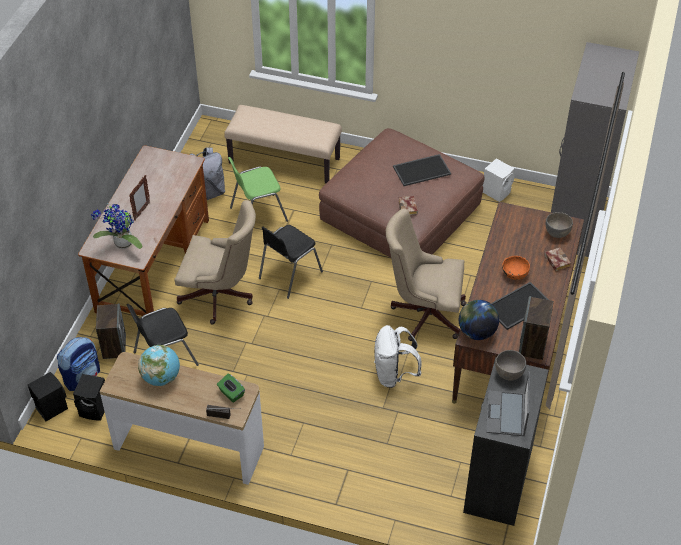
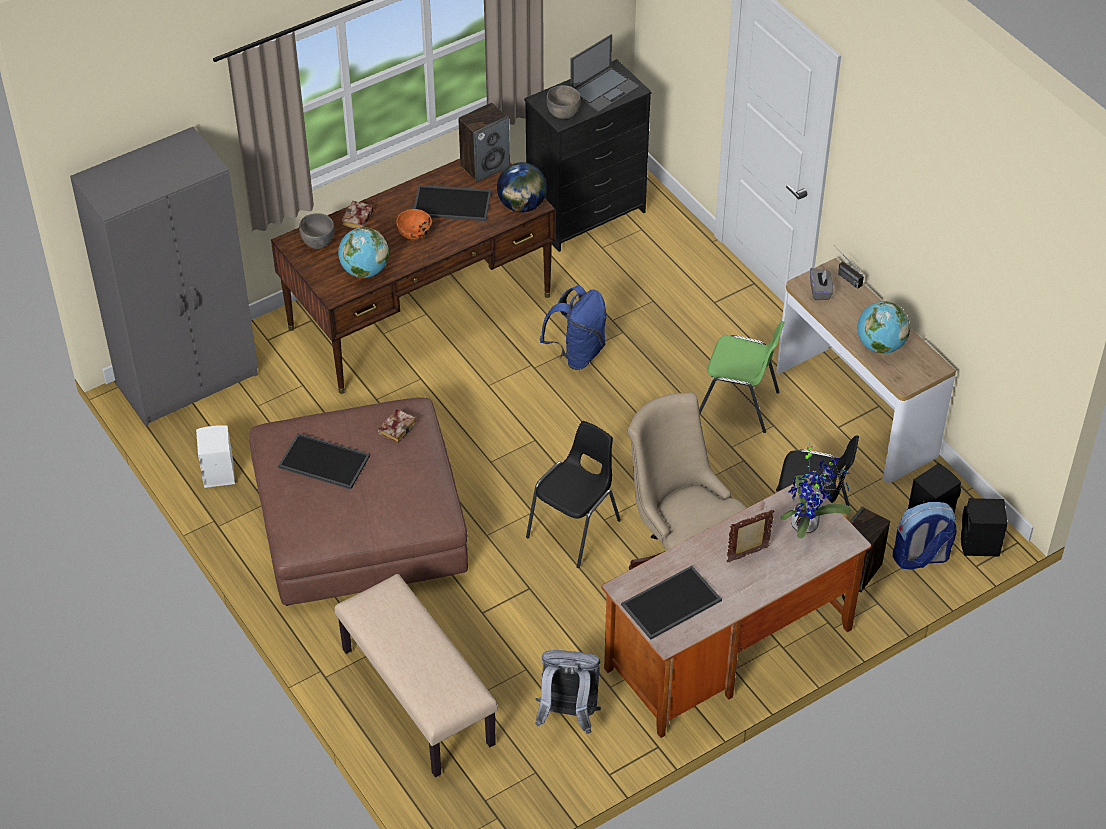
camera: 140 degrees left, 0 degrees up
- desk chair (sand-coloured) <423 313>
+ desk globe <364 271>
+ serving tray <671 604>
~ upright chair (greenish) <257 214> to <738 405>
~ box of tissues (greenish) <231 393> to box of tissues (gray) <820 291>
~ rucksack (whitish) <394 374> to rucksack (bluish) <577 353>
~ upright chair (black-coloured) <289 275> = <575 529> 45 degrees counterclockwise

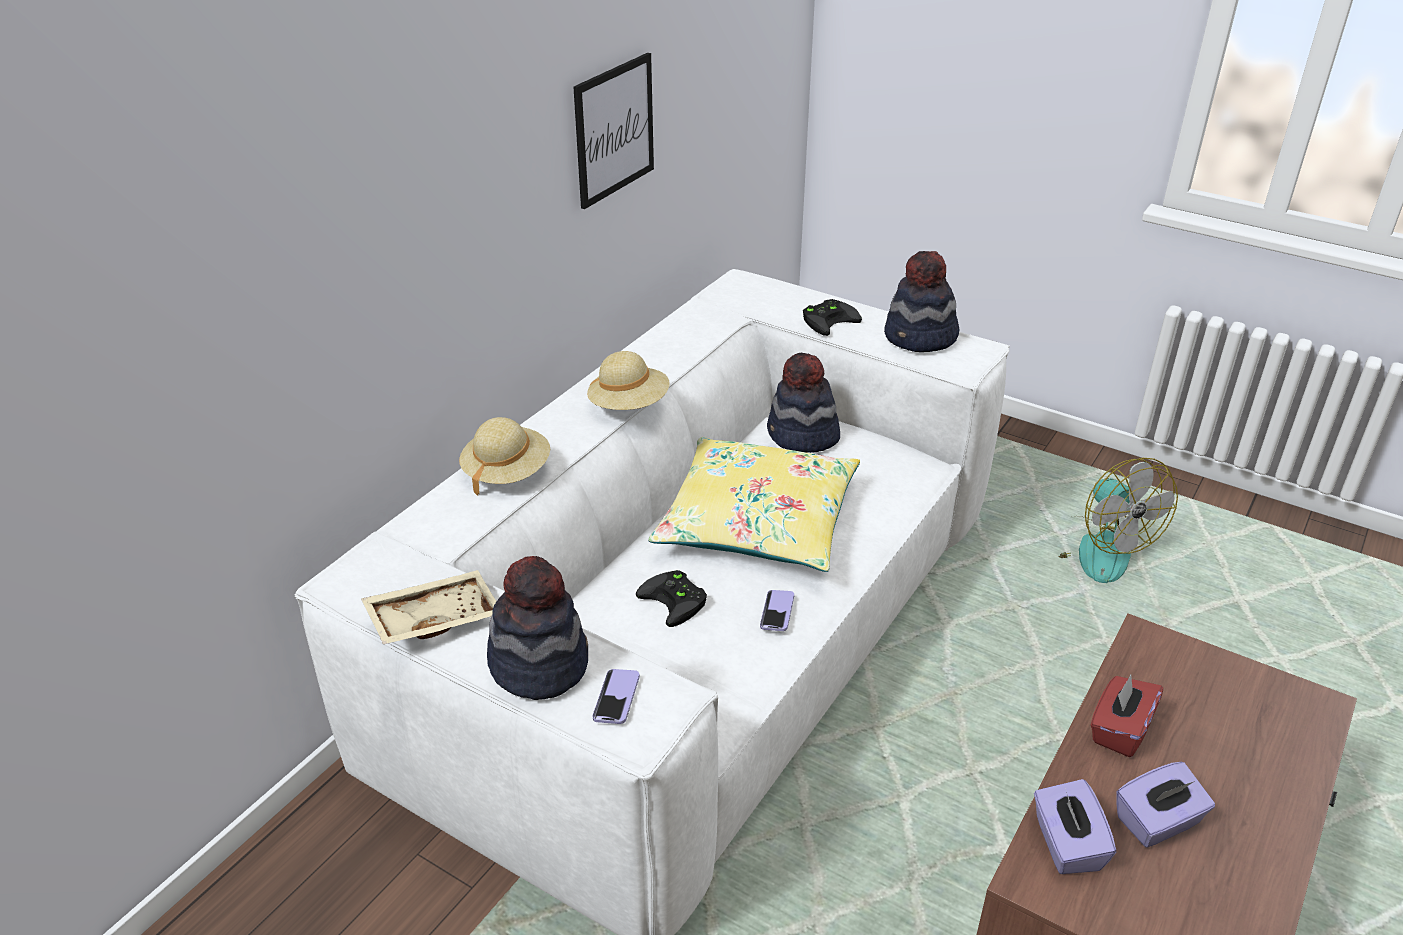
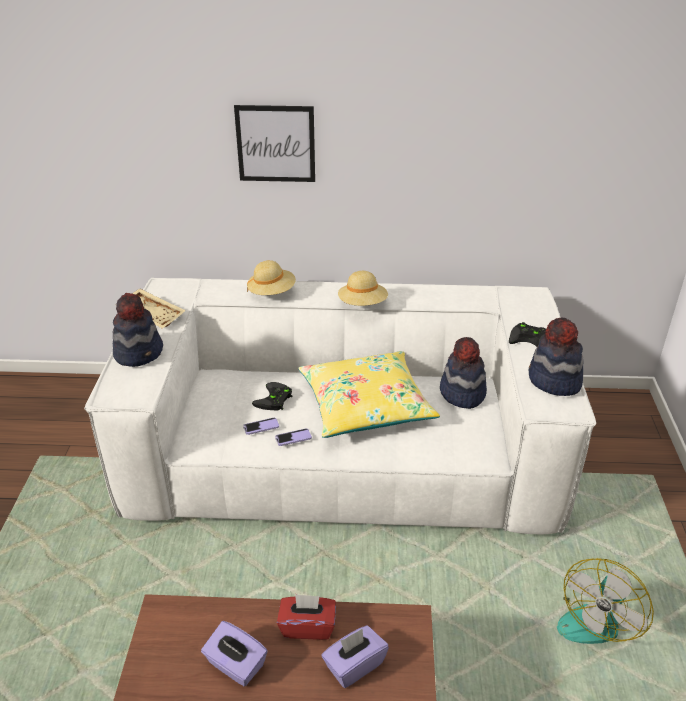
camera: 60 degrees right, 0 degrees up
~ wall picture <614 130> to <275 144>
~ telephone <616 698> to <261 427>
~ box of tissues (purplish) <1066 845> to <354 665>

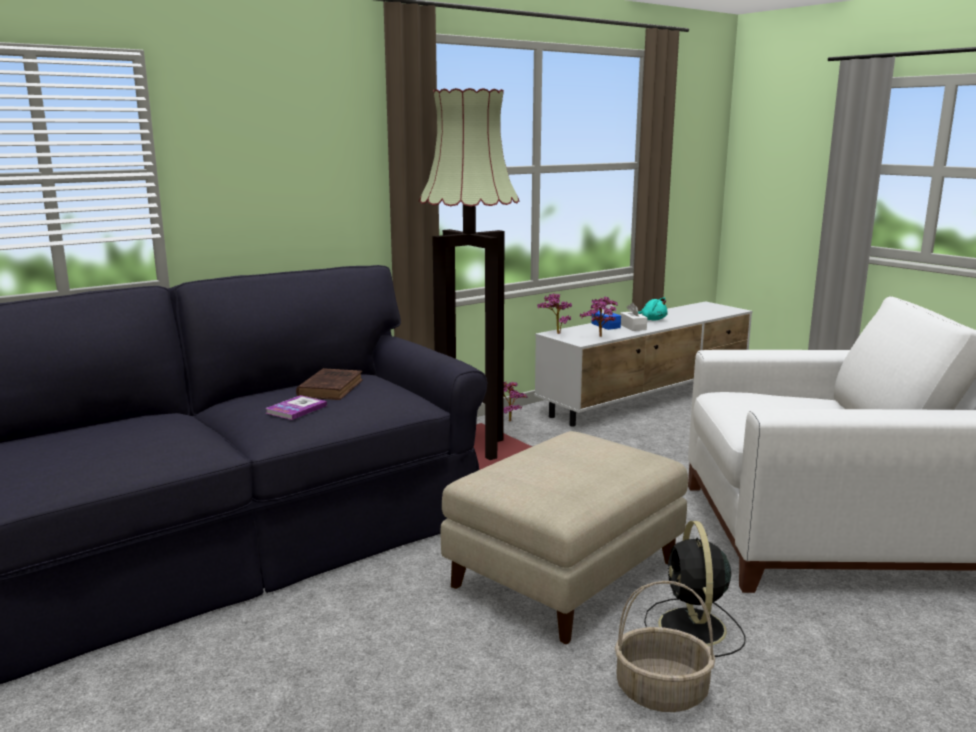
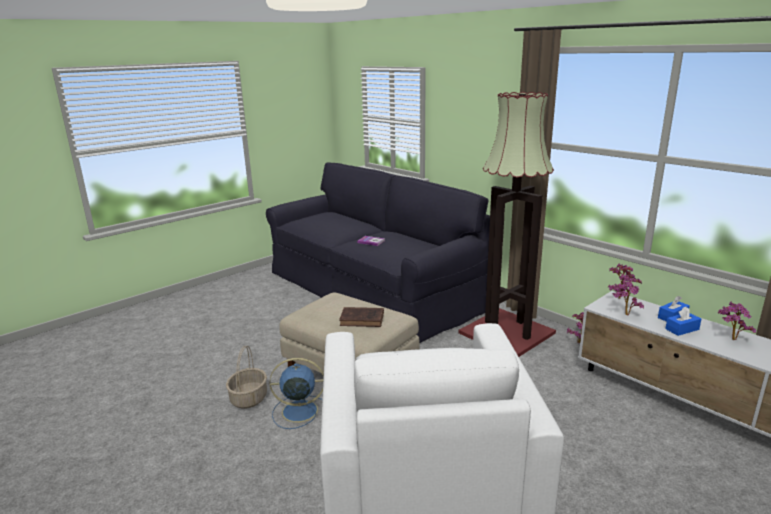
camera: 85 degrees right, 5 degrees up
~ book (brown) <331 388> to <363 319>
~ plush toy (turquoise-coloured) <652 319> to plant in a pot <730 340>
~ box of tissues (whitish) <633 327> to box of tissues (bluish) <682 329>
~ fan (black-coloured) <692 629> to fan (bluish) <298 411>

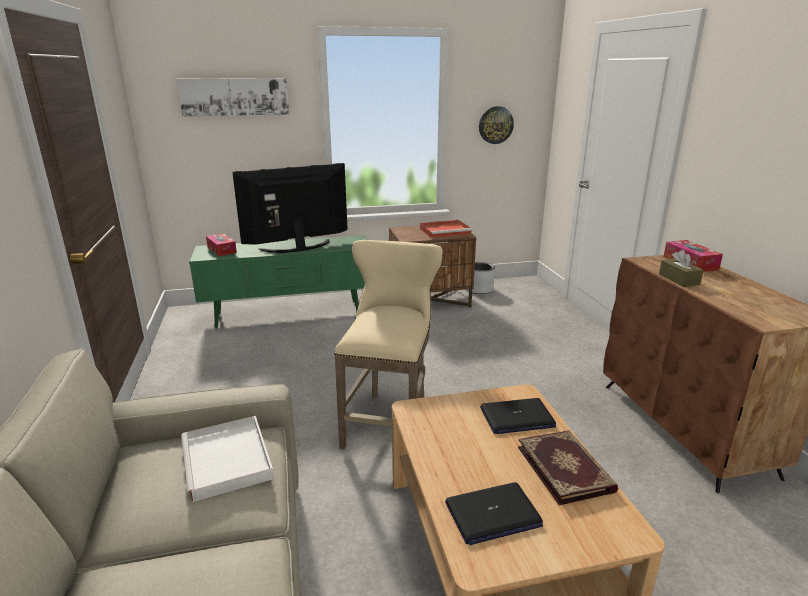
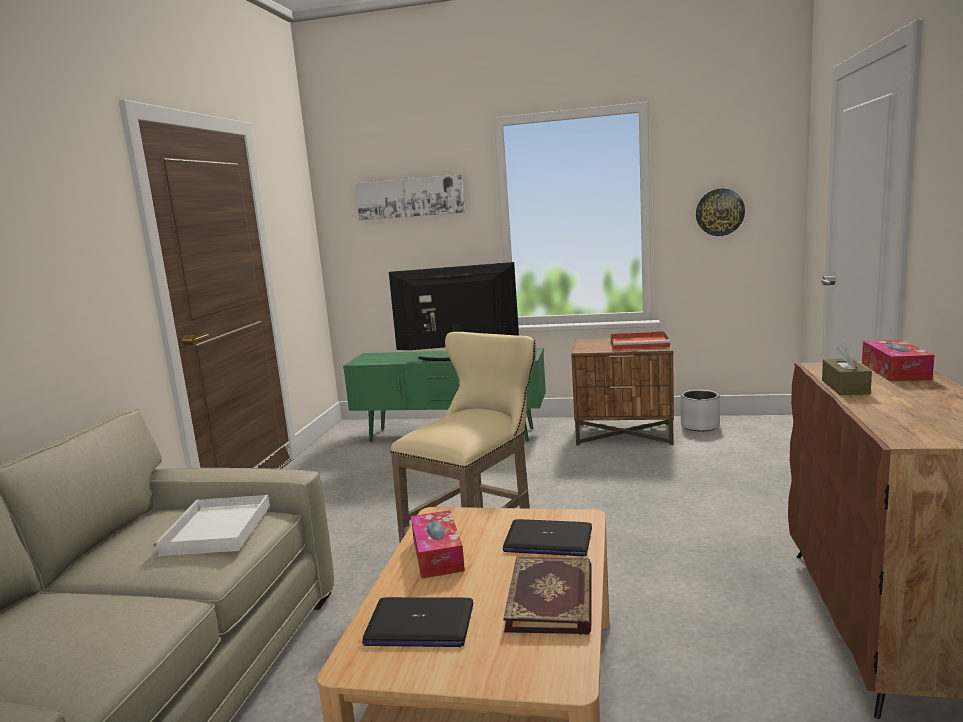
camera: 25 degrees right, 10 degrees down
~ box of tissues <221 250> to <437 554>

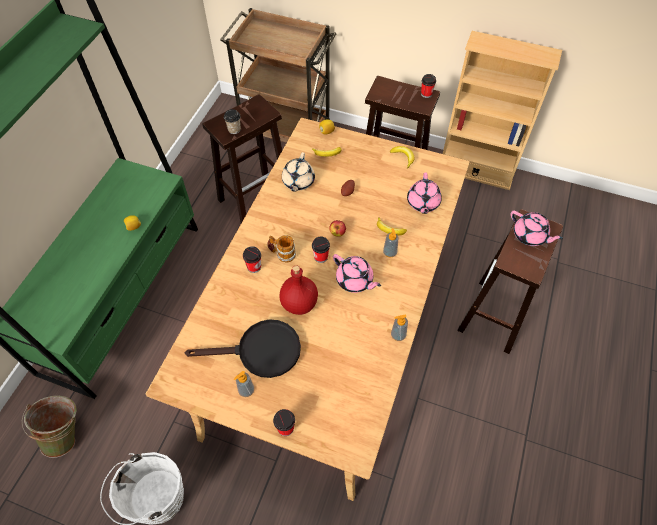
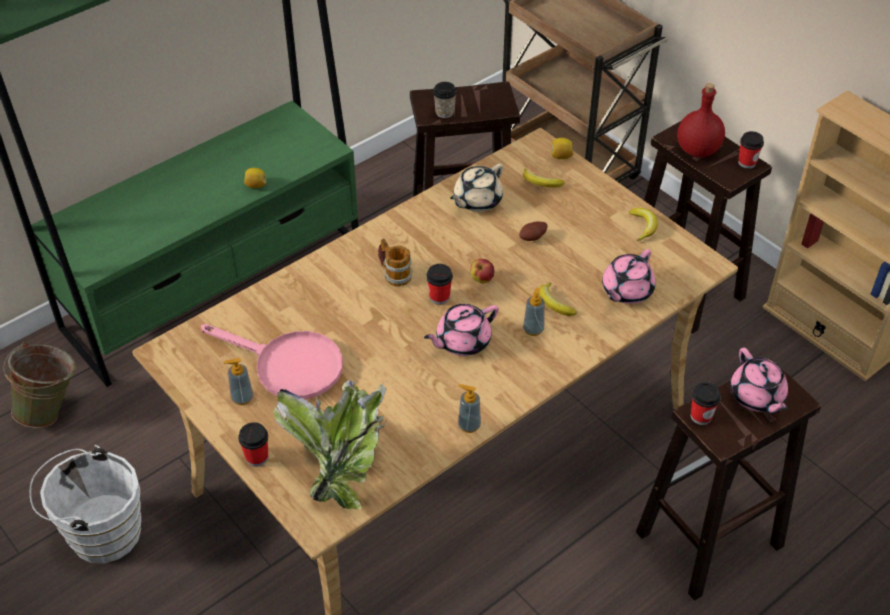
camera: 30 degrees right, 10 degrees down
+ plant in a pot <340 465>
~ drinking cup <254 267> to <701 416>
~ beverage bottle (reddish) <298 303> to <697 150>
~ skillet (black-coloured) <260 351> to skillet (pinkish) <288 366>
~ tea pot (pinkish) <355 280> = <462 341> 75 degrees clockwise

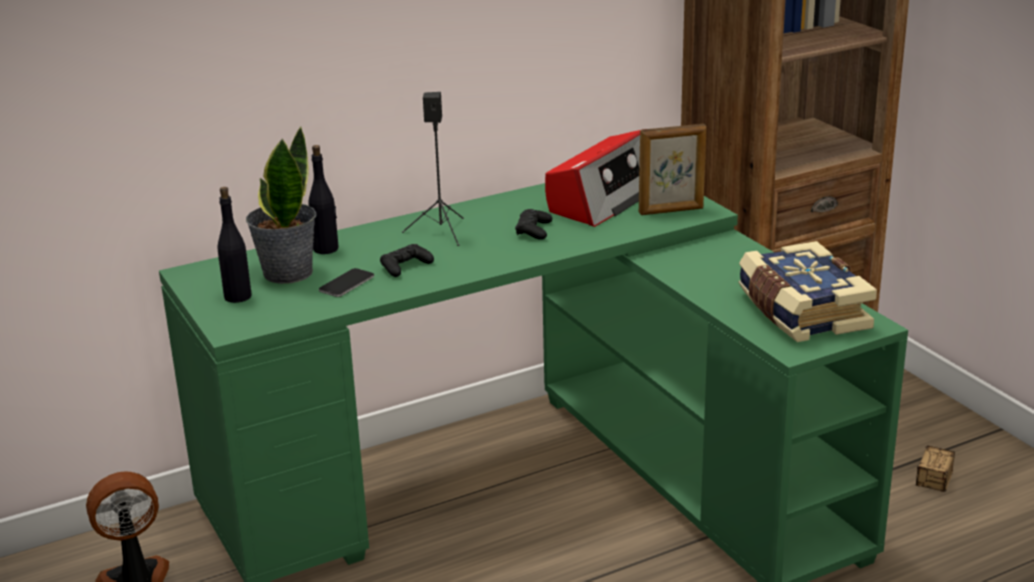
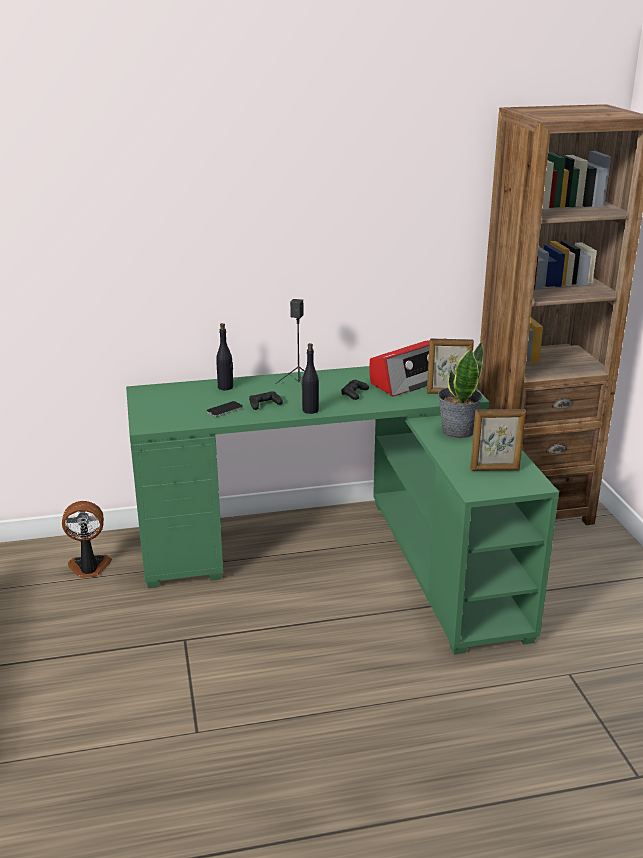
camera: 15 degrees right, 0 degrees up
- storage box <928 494>
~ beverage bottle (black-coloured) <237 296> to <310 410>
~ plant in a pot <287 273> to <457 431>
~ book <800 312> to standing frame <495 469>

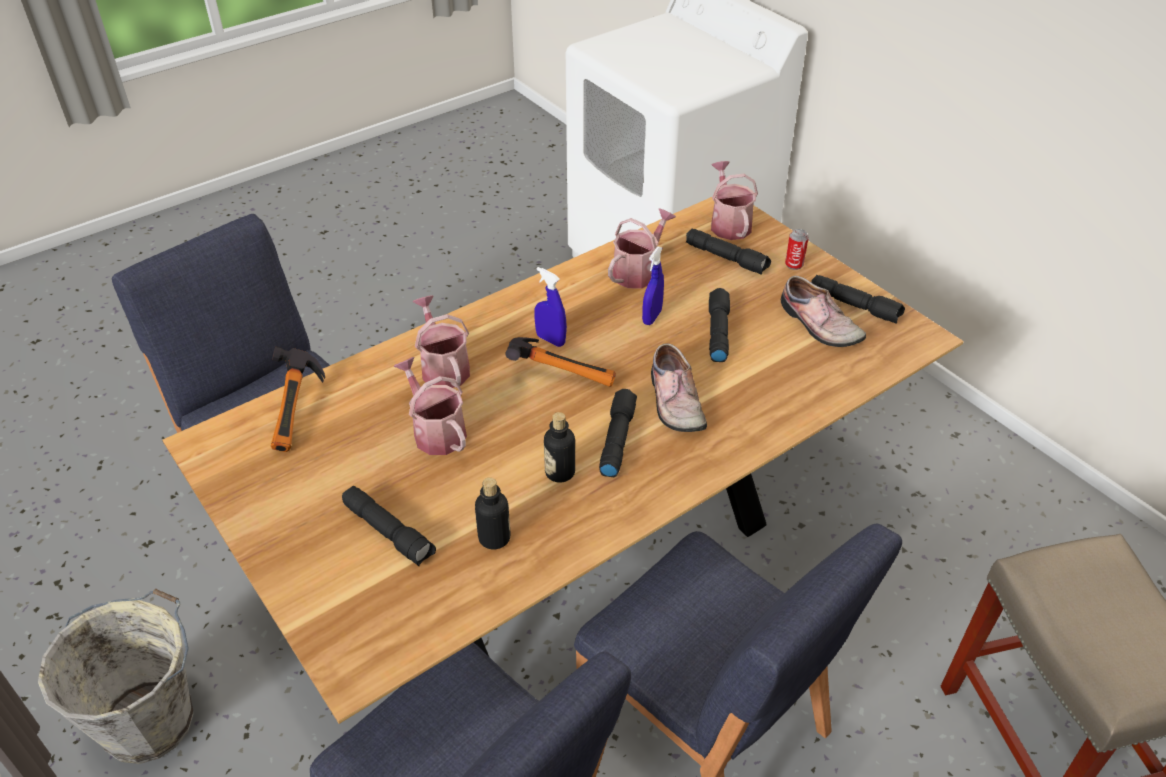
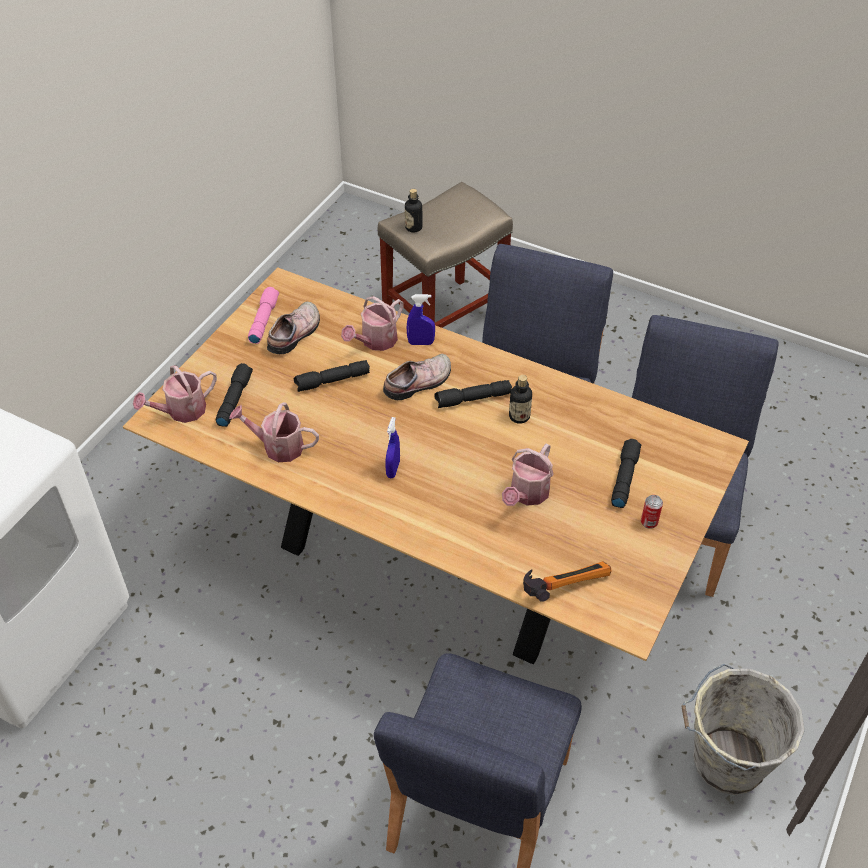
camera: 115 degrees left, 5 degrees up
- tool hammer <562 372>
~ watering pot <443 367> to <375 341>
~ beverage bottle <494 538> to <413 227>
~ sprayer (bluish) <652 317> to <421 343>
~ metal can <794 265> to <649 522>
~ torch (black-coloured) <855 306> to torch (pinkish) <263 320>

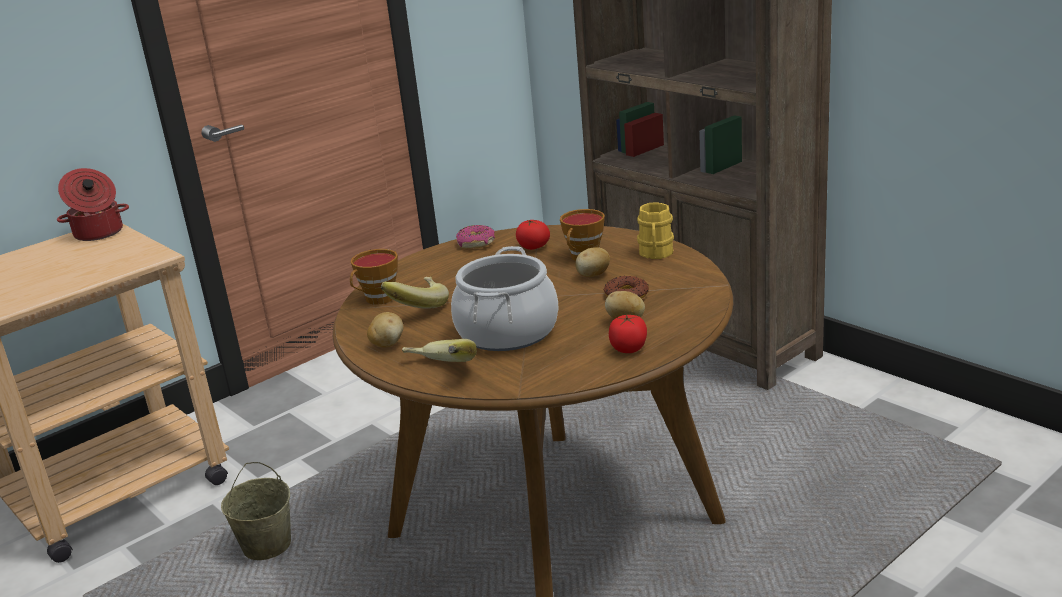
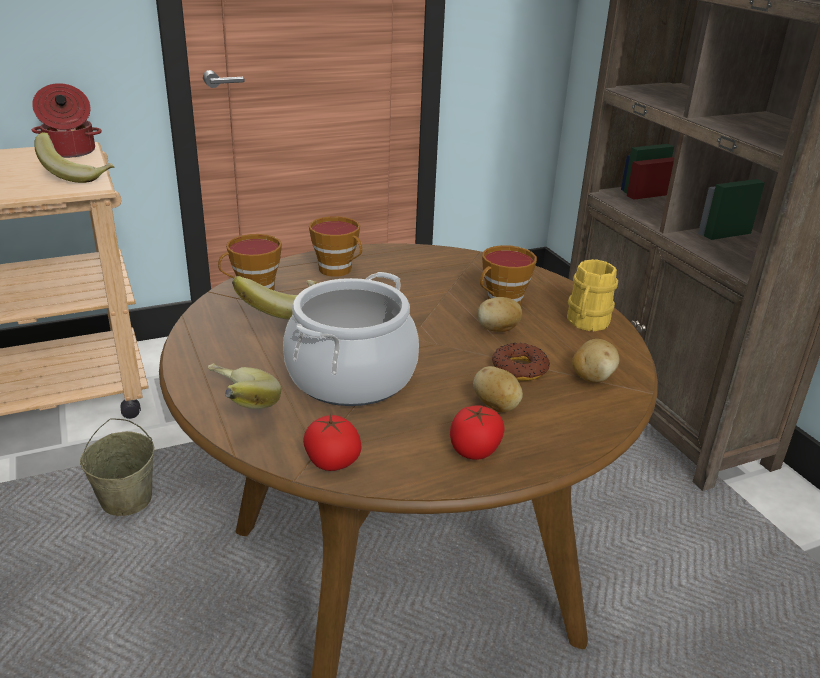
camera: 15 degrees right, 5 degrees up
- donut <476 243>
+ banana <77 175>
+ drinking cup <338 270>
~ spud <387 344> to <592 377>
~ whole tomato <533 247> to <332 462>

